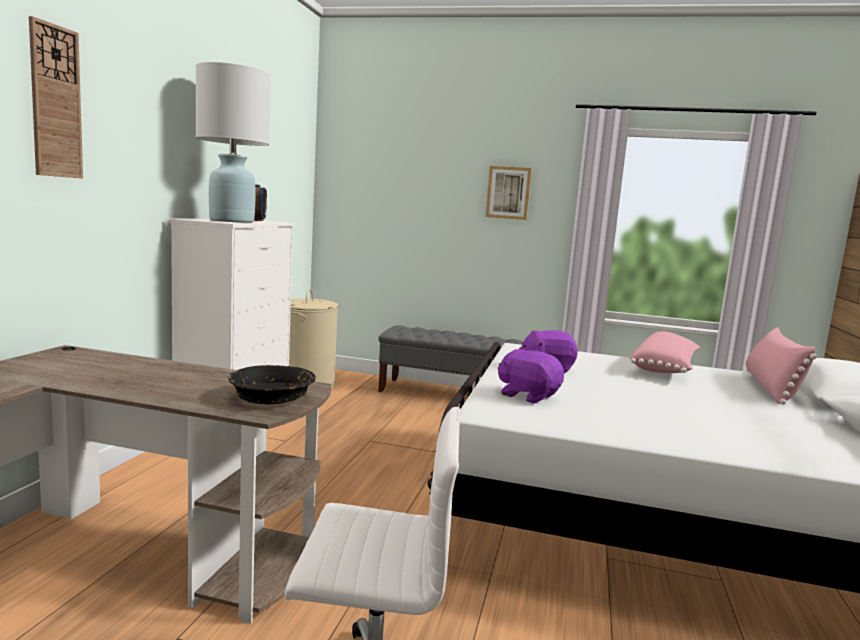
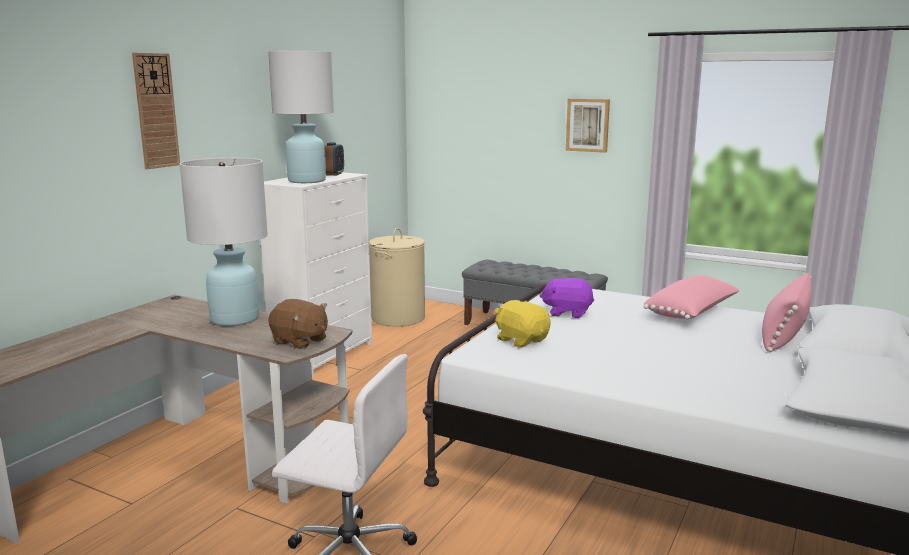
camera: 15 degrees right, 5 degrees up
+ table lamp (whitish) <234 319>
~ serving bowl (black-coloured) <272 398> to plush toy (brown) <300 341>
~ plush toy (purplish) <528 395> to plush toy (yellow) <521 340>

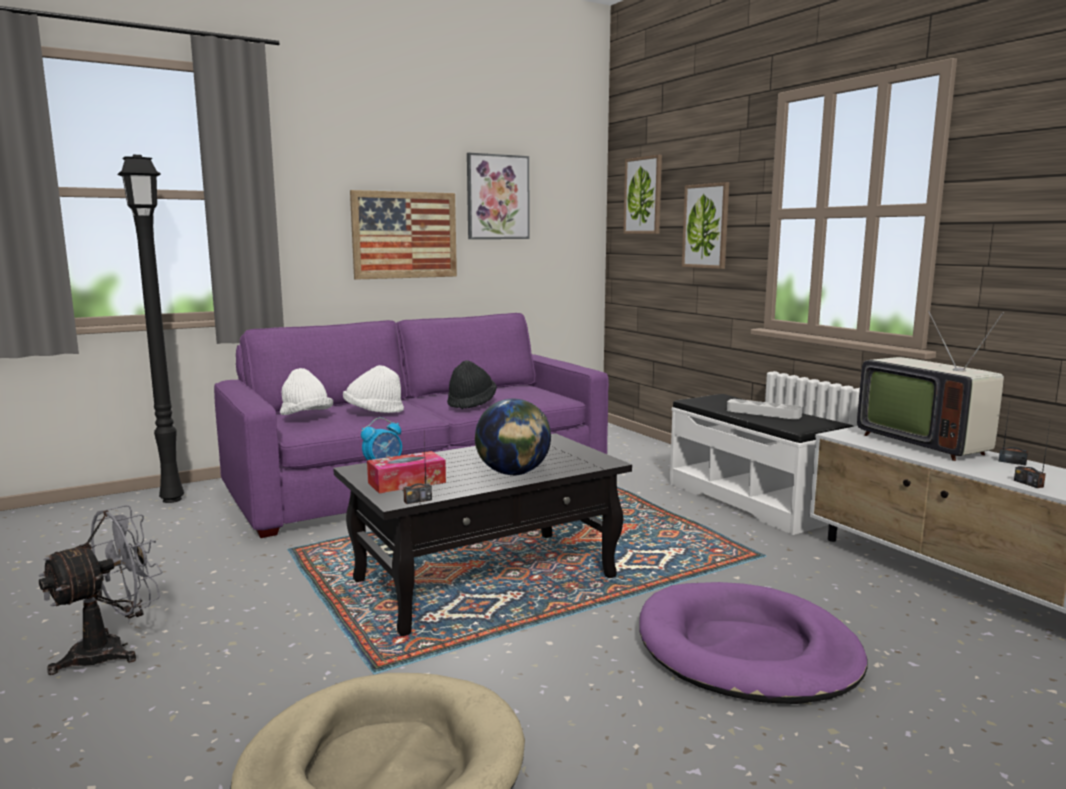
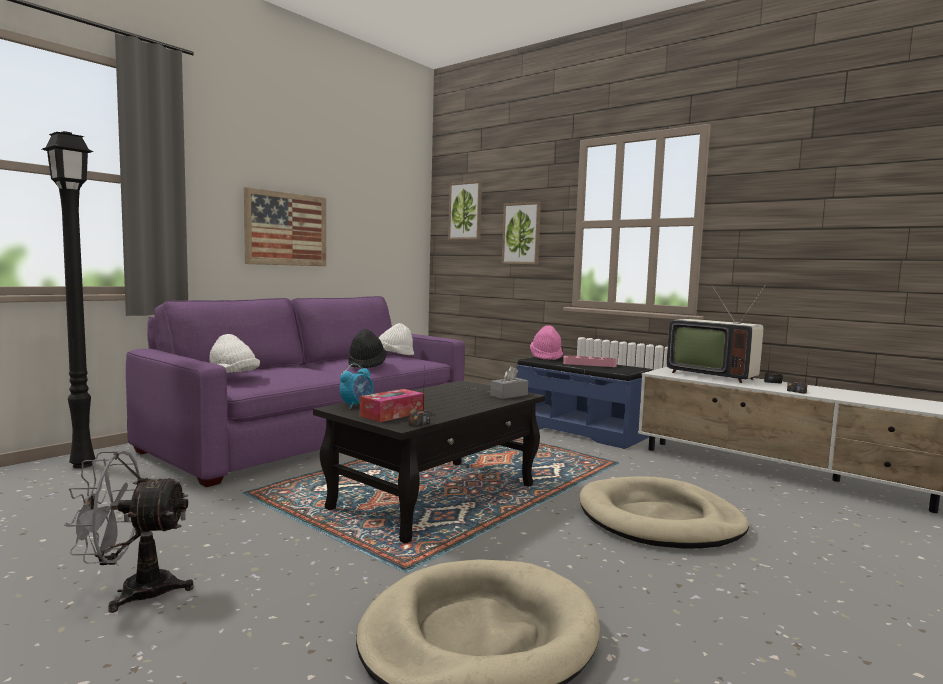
camera: 20 degrees left, 5 degrees down
- wall picture <497 197>
- desk globe <513 474>
+ box of tissues (gray) <509 395>
+ wearable hat (pinkish) <546 357>
~ wearable hat (whitish) <373 412> to <394 356>
~ pet bed (purplish) <746 650> to pet bed (sand-coloured) <660 520>
~ long seat (whitish) <752 500> to long seat (bluish) <580 430>
~ serving tray (gray) <763 413> to serving tray (pinkish) <589 364>
~ fan (gray) <112 650> = <133 591> 120 degrees counterclockwise

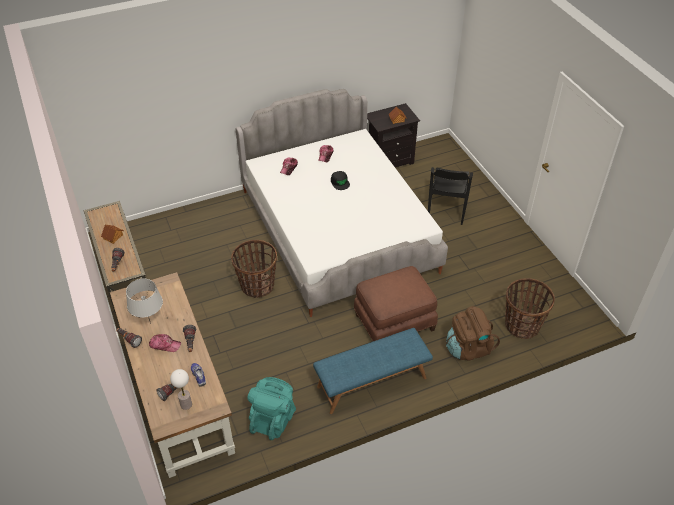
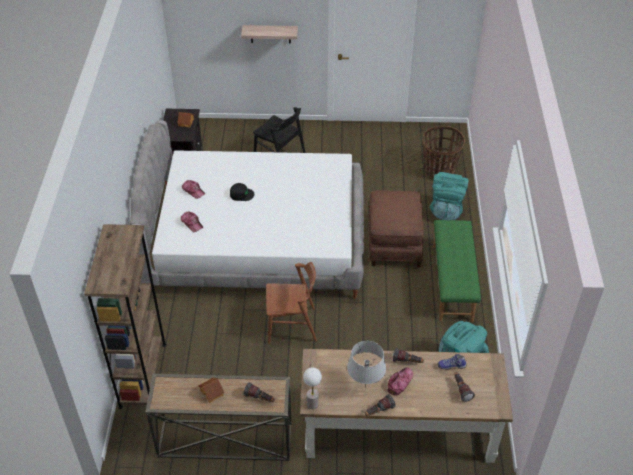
camera: 65 degrees left, 0 degrees up
+ bookcase (brown) <143 375>
+ shelf <270 34>
~ table lamp <186 404> to <312 404>
~ basket <257 285> to upright chair (brown) <292 325>
~ long seat (bluish) <372 383> to long seat (greenish) <453 282>
~ rucksack (brown) <468 348> to rucksack (turquoise-coloured) <446 209>

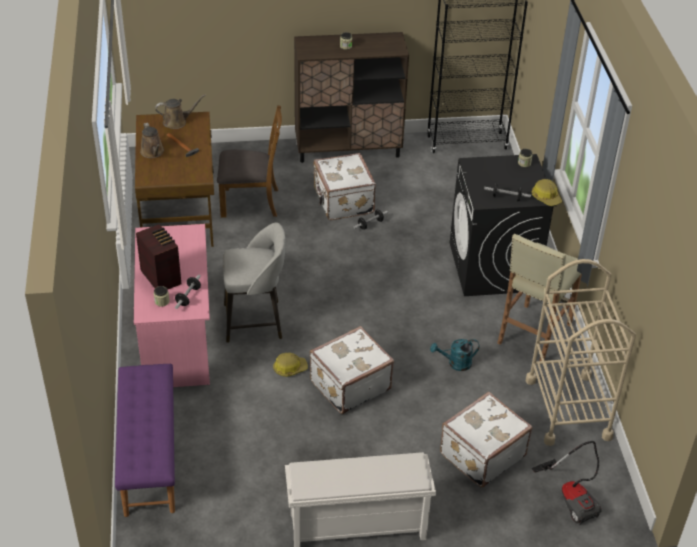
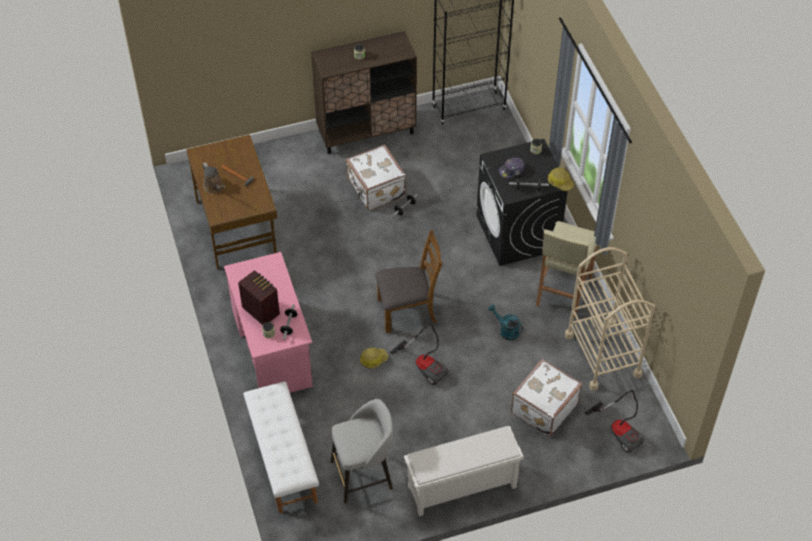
camera: 10 degrees left, 10 degrees up
- watering pot (brown) <177 122>
+ baseball cap <511 170>
~ upright chair (brown) <250 202> to <407 310>
~ stool seat (gray) <255 321> to <364 475>
~ travel case (whitish) <349 384> to vacuum cleaner <425 365>
~ long seat (purplish) <148 455> to long seat (whitish) <282 458>
~ watering pot (turquoise-coloured) <455 363> = <506 330> 60 degrees clockwise

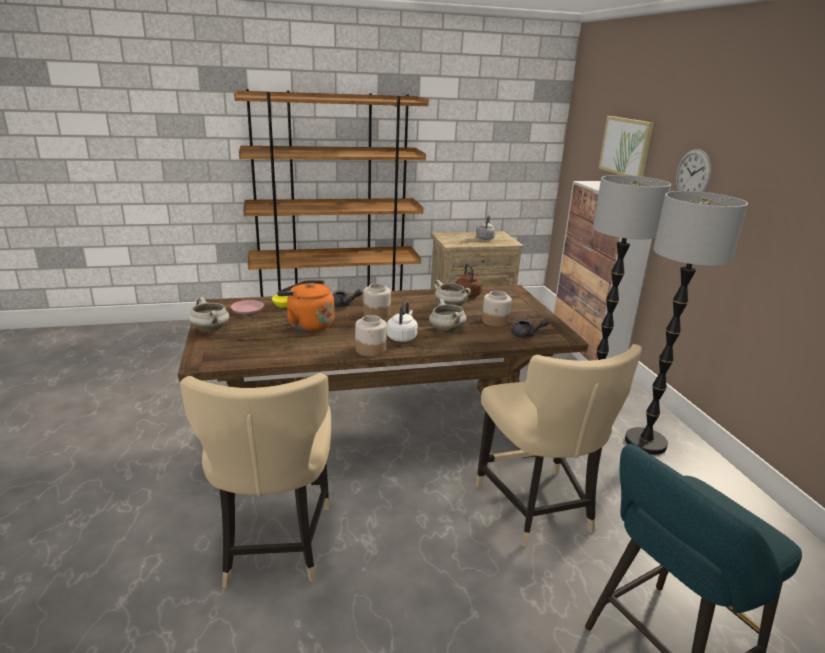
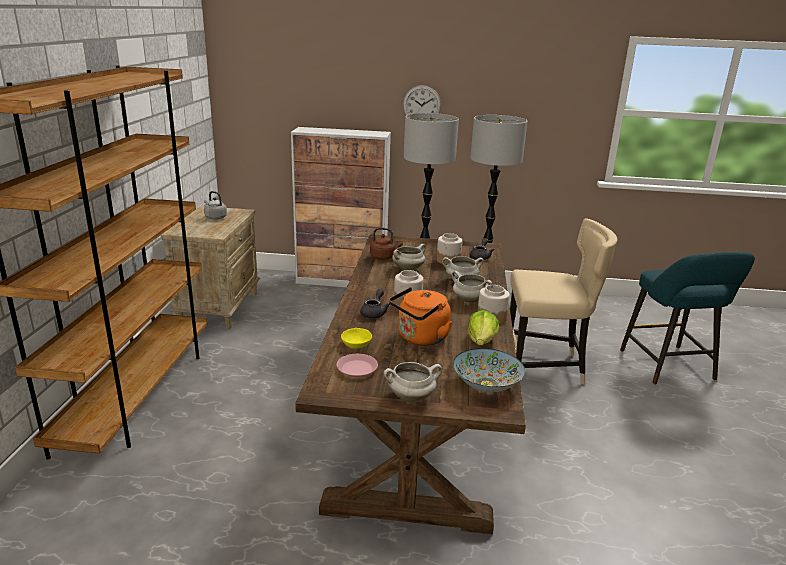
camera: 70 degrees left, 0 degrees up
- upright chair (sand-coloured) <274 546>
- wall picture <625 147>
+ serving bowl <486 385>
+ lettuce head <482 341>
~ water kettle (whitish) <402 337> to saucepot (whitish) <468 300>

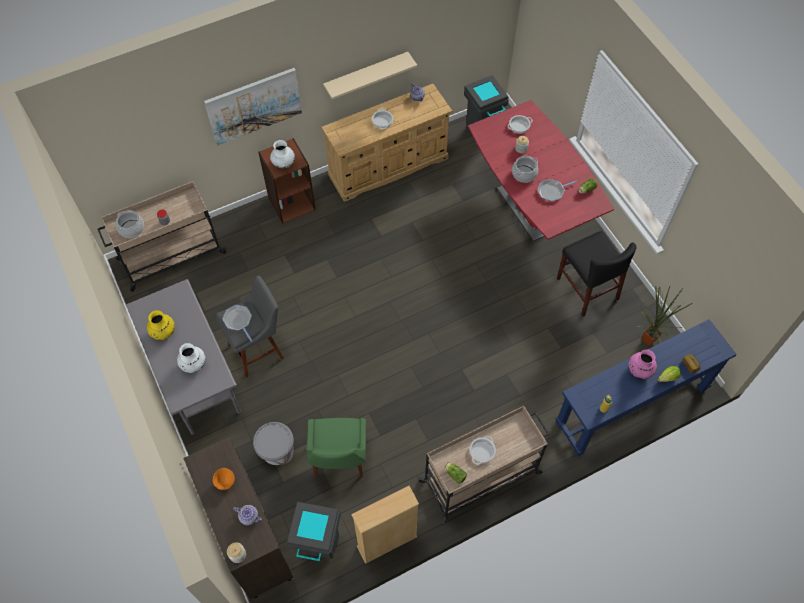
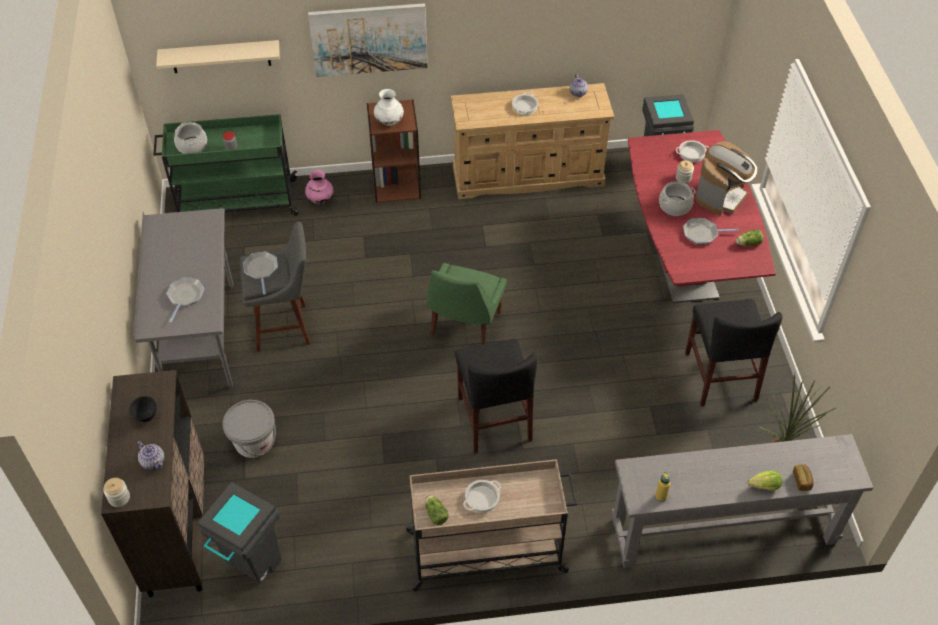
camera: 20 degrees right, 10 degrees down
- vase (yellow) <163 332>
- bookcase (sand-coloured) <387 542>
+ upright chair (black-coloured) <494 418>
+ coffee brewer <721 196>
~ upright chair (greenish) <338 459> to <464 326>
~ shelf (sand-coloured) <366 75> to <220 56>
~ vase (pinkish) <639 370> to <320 199>
~ vase (whitish) <193 365> to skillet <185 296>
~ wheeled cart (sand-coloured) <170 256> to wheeled cart (greenish) <235 203>
~ serving bowl (orange) <225 482> to serving bowl (black-coloured) <145 416>
~ narrow table (bluish) <631 405> to narrow table (gray) <723 530>

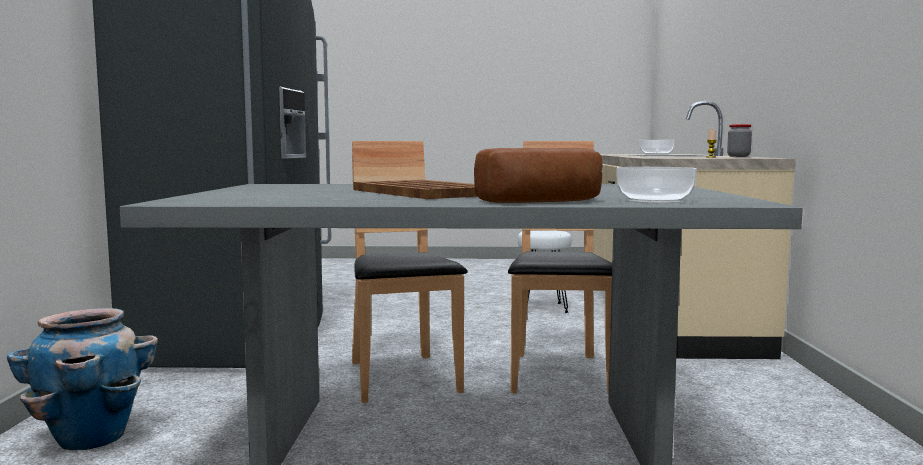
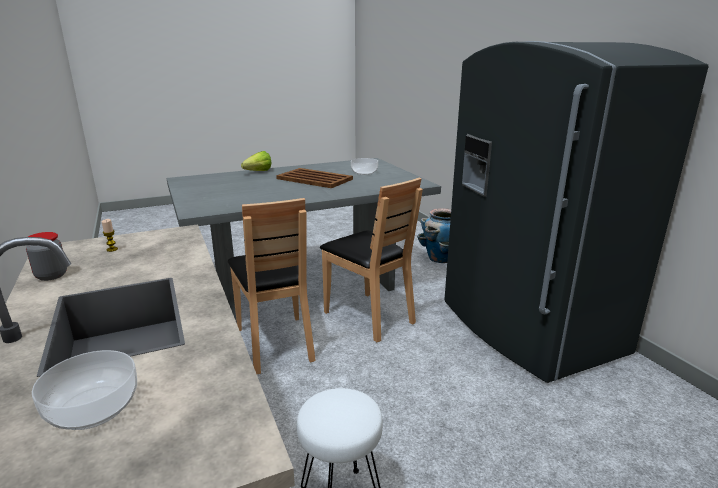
camera: 155 degrees right, 15 degrees up
~ serving bowl <653 200> to <364 172>
~ bread <543 202> to lettuce head <255 172>

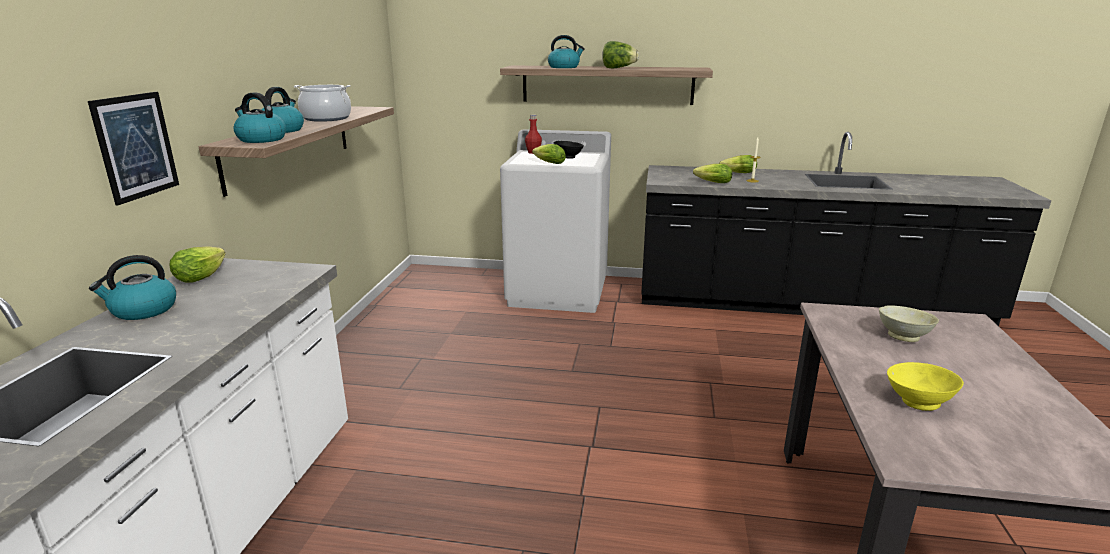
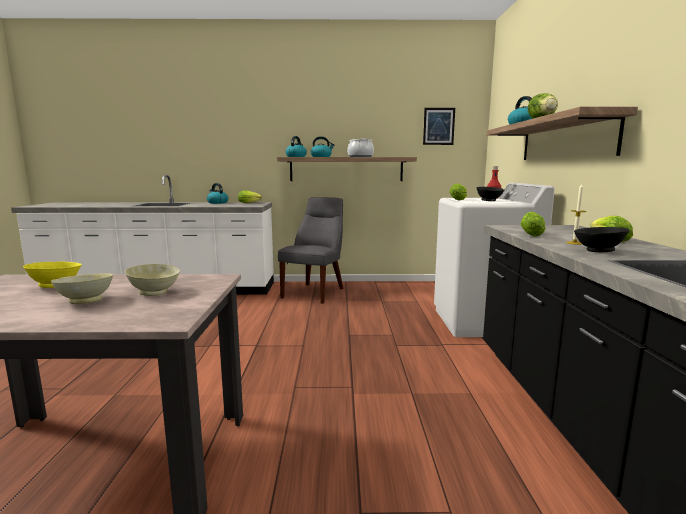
camera: 80 degrees right, 10 degrees down
+ serving bowl (sand-coloured) <87 301>
+ upright chair (gray) <315 292>
+ serving bowl (black-coloured) <597 251>
~ wall picture <136 146> to <438 126>

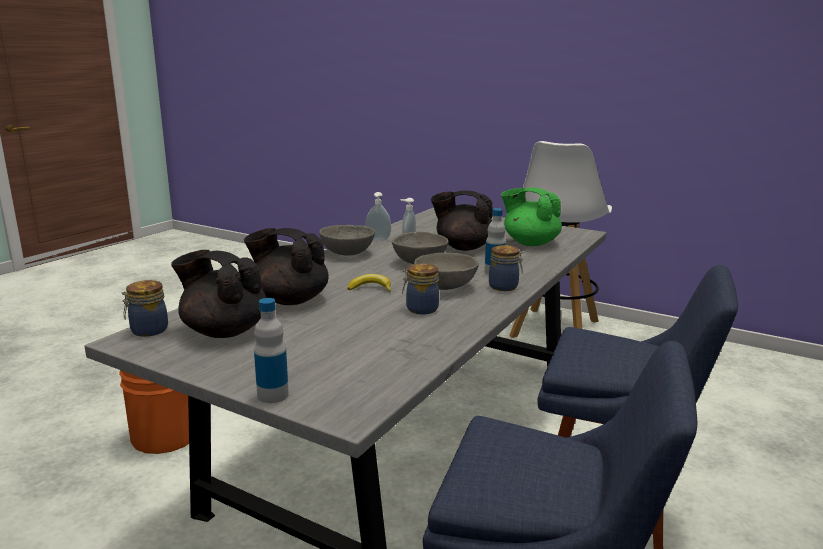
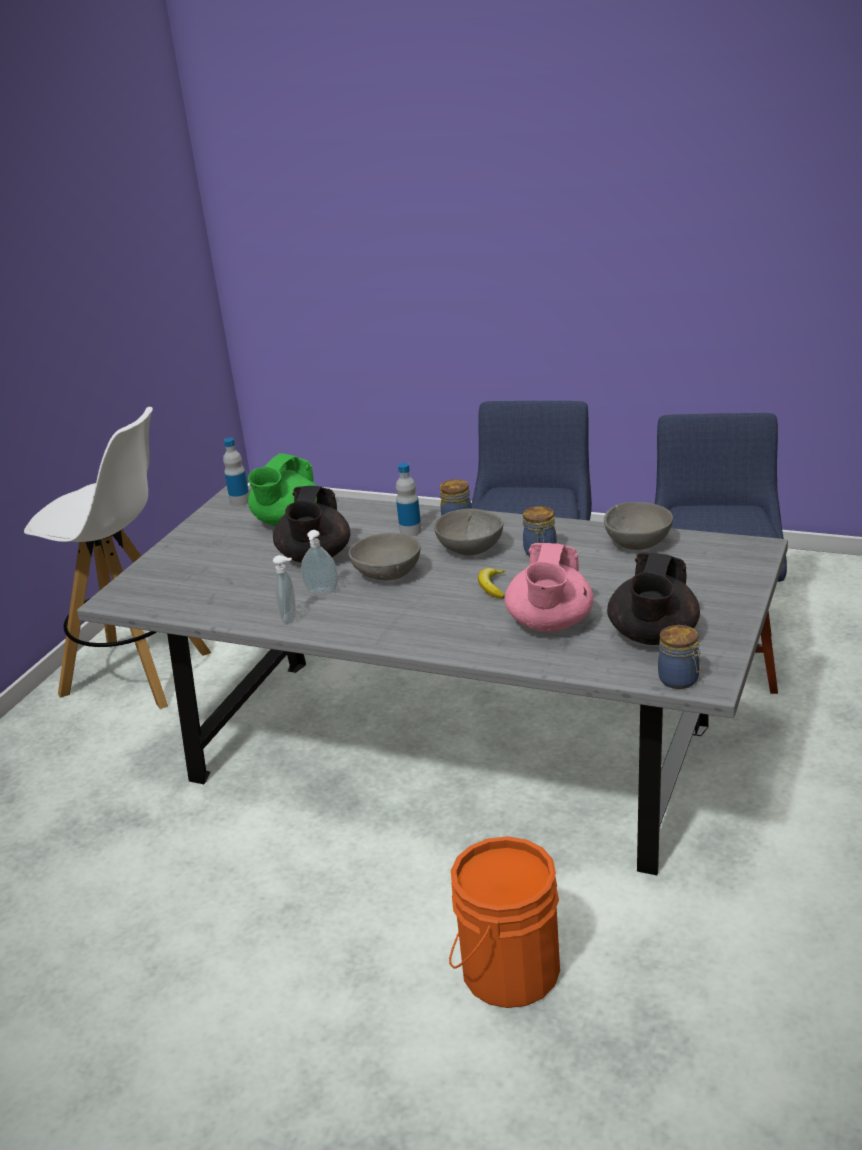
camera: 95 degrees left, 10 degrees up
~ beverage bottle <273 395> to <240 501>
~ serving bowl (gray) <346 253> to <638 544>
~ tea pot (black-coloured) <290 300> to tea pot (pinkish) <550 624>

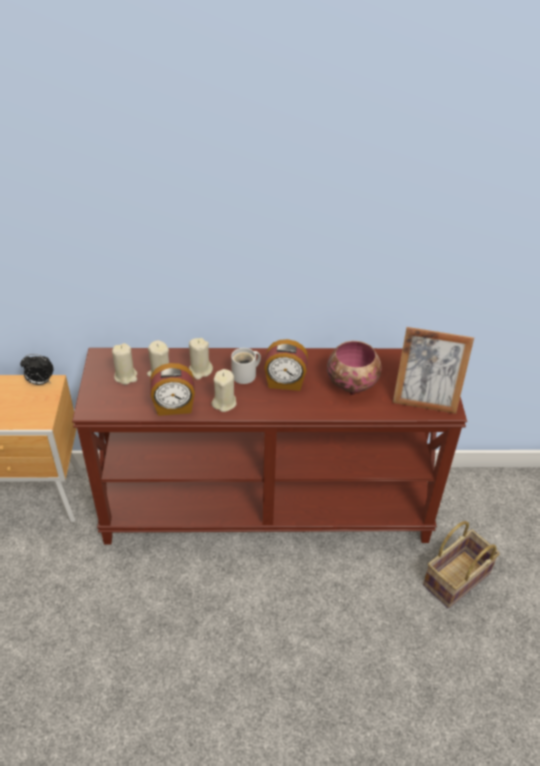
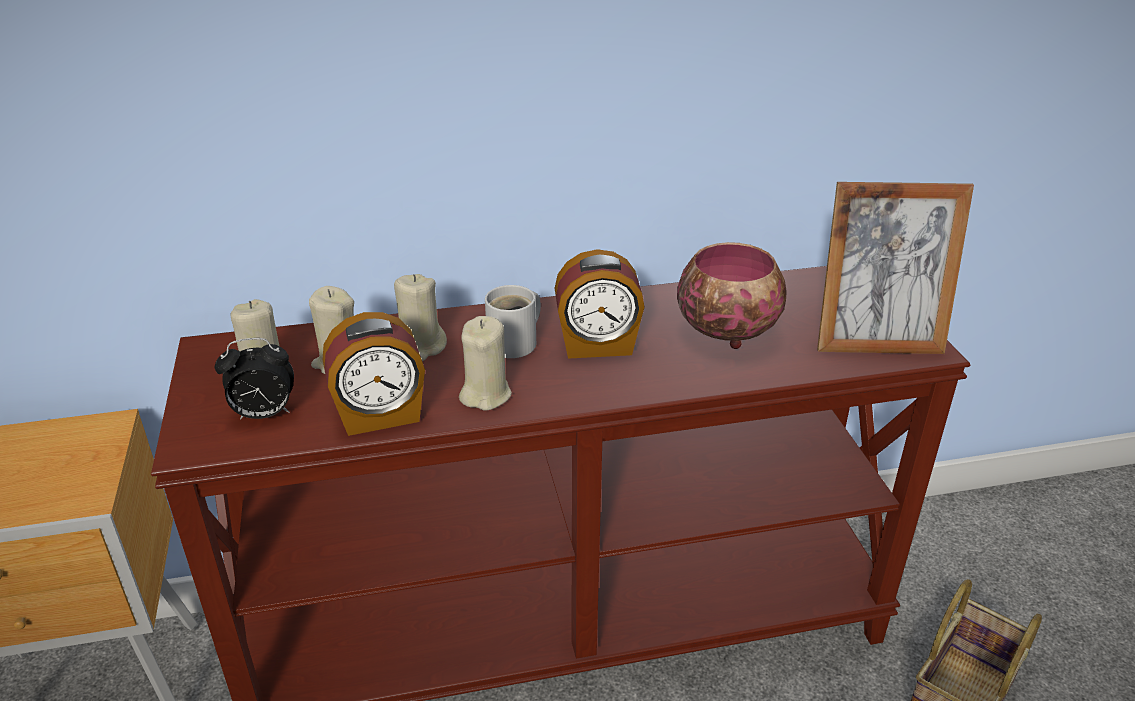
camera: 10 degrees left, 10 degrees down
~ table clock <40 382> to <264 414>

